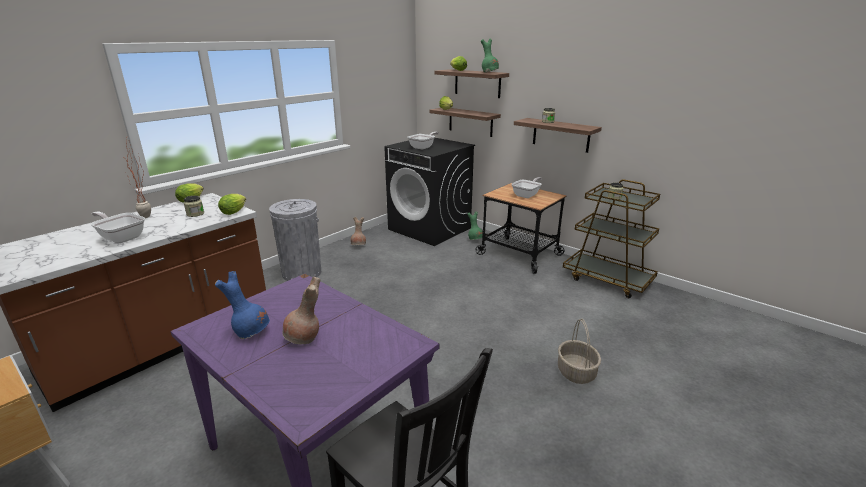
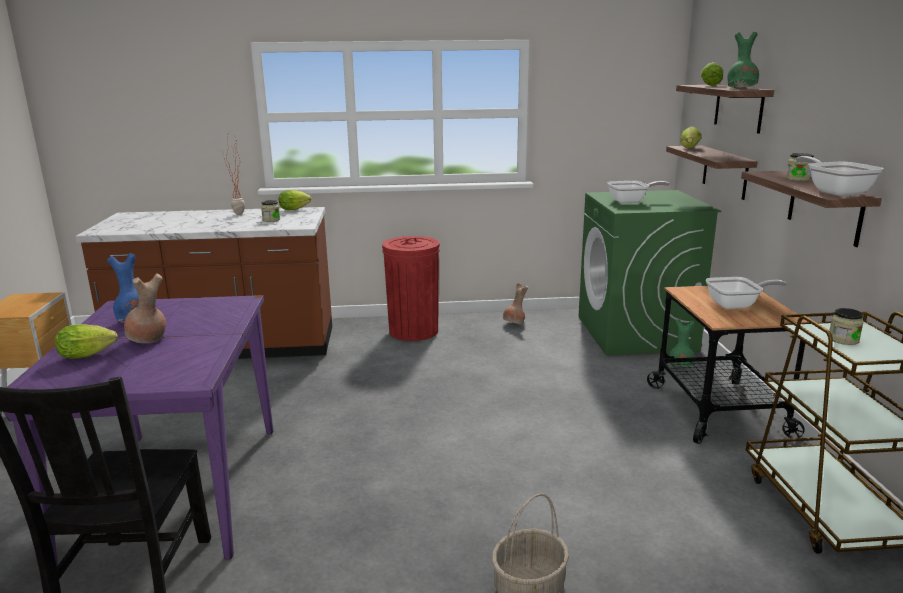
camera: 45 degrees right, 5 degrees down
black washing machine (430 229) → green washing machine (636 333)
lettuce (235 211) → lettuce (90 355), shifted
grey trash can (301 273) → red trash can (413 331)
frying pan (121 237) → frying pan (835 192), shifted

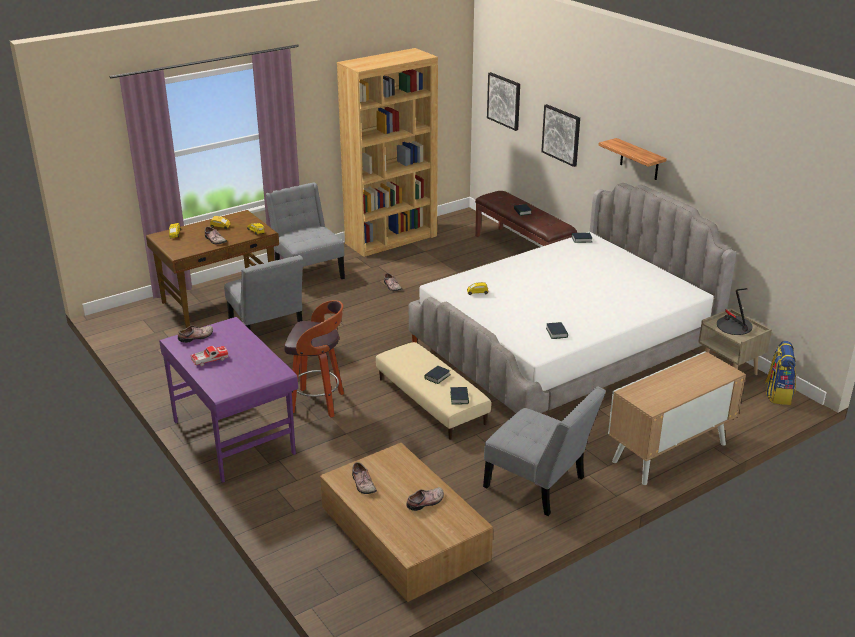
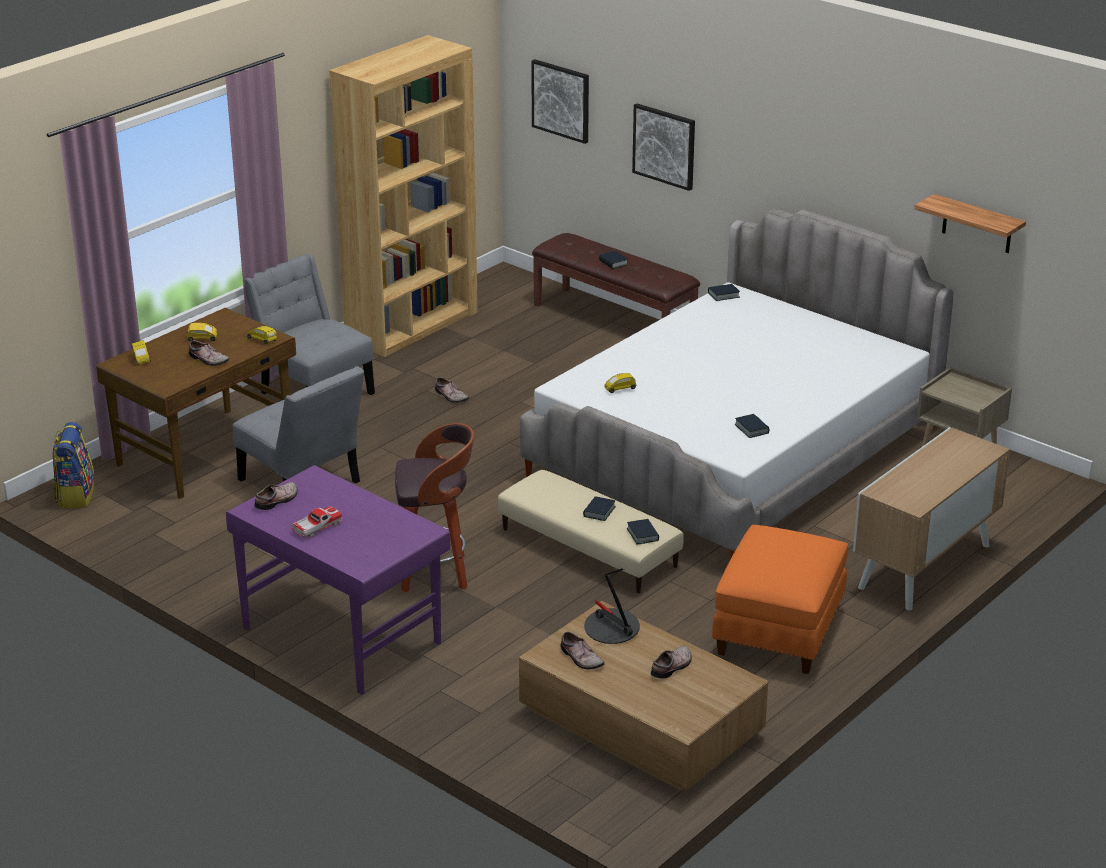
camera: 15 degrees left, 0 degrees up
shelf (639 160) → shelf (977 224), shifted
table lamp (734 327) → table lamp (611 628), shifted
backpack (777 394) → backpack (75 495), shifted
grey chair (539 485) → orange ottoman (780 631)

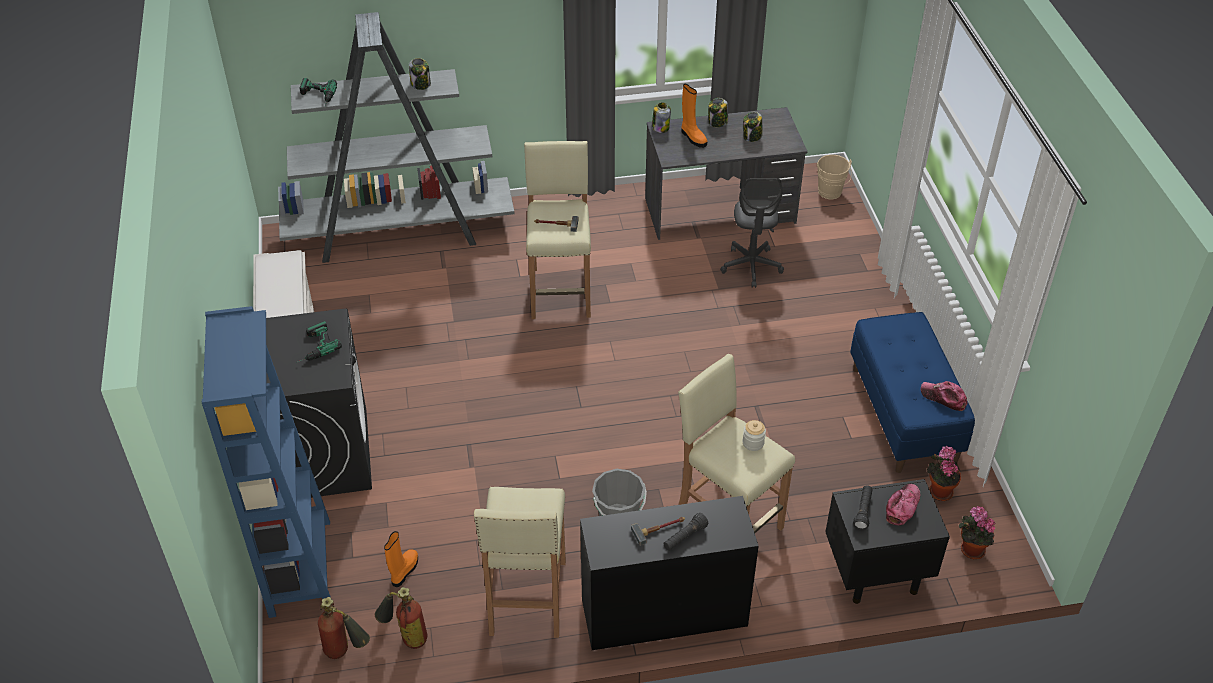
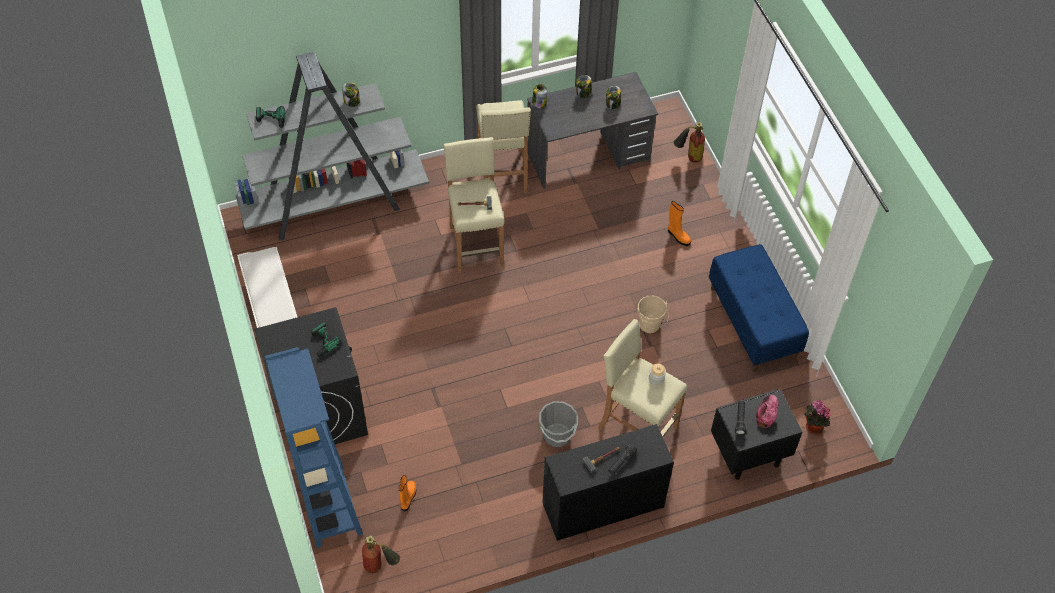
camera: 10 degrees left, 10 degrees up
orange boot (692 137) → orange boot (678 236), shifted
beige bucket (830 193) → beige bucket (650 326), shifted
grey office chair (751 266) → -
cap (943 398) → -
potted plant (939 490) → -
beige stool (527 598) → beige stool (502 173), shifted
fire extinguisher (405 637) → fire extinguisher (688 157), shifted

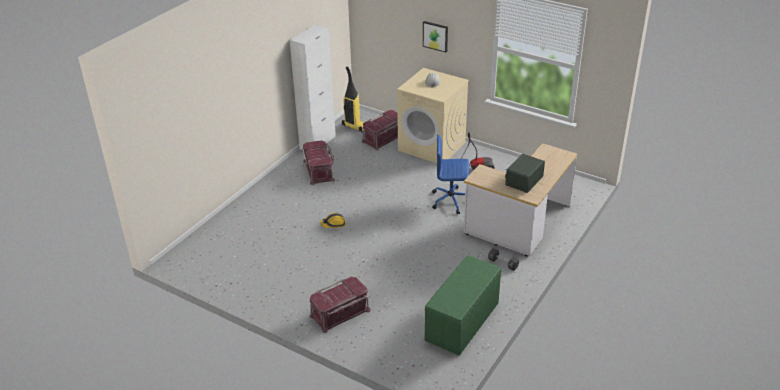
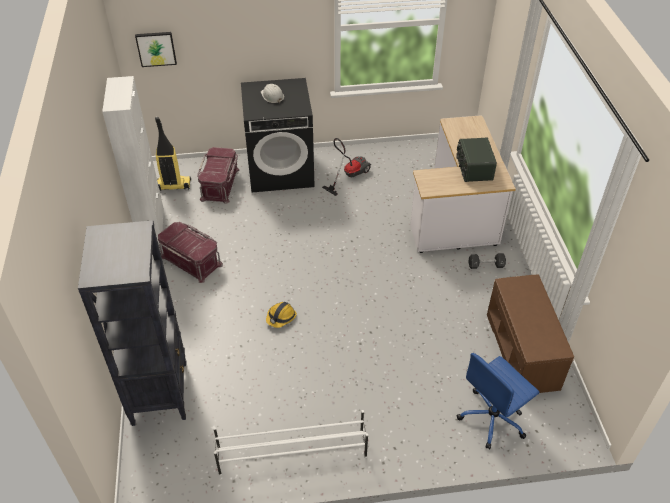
camera: 40 degrees left, 10 degrees up
picture (435 36) → picture (156 48), shifted
beige washing machine (432 146) → black washing machine (281 170)
blue office chair (451 200) → blue office chair (492 418), shifted
green bench (462 322) → brown bench (523 351)
red storage box (340 313) → -
- → black bookcase (160 393)
- → white shoe rack (291 453)

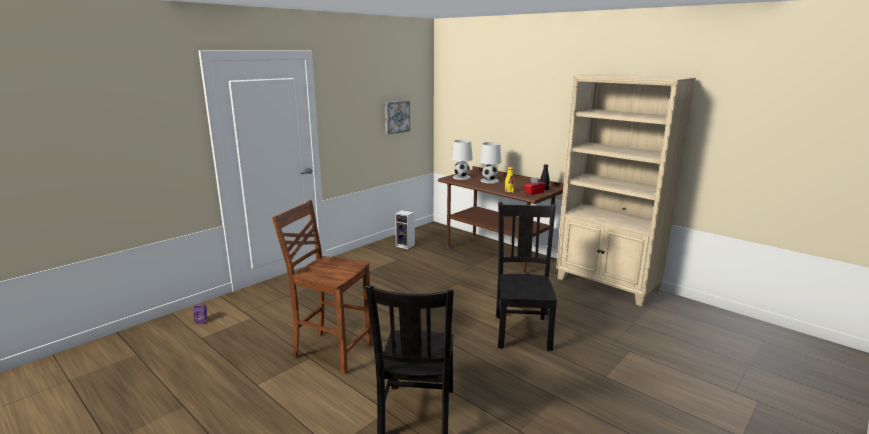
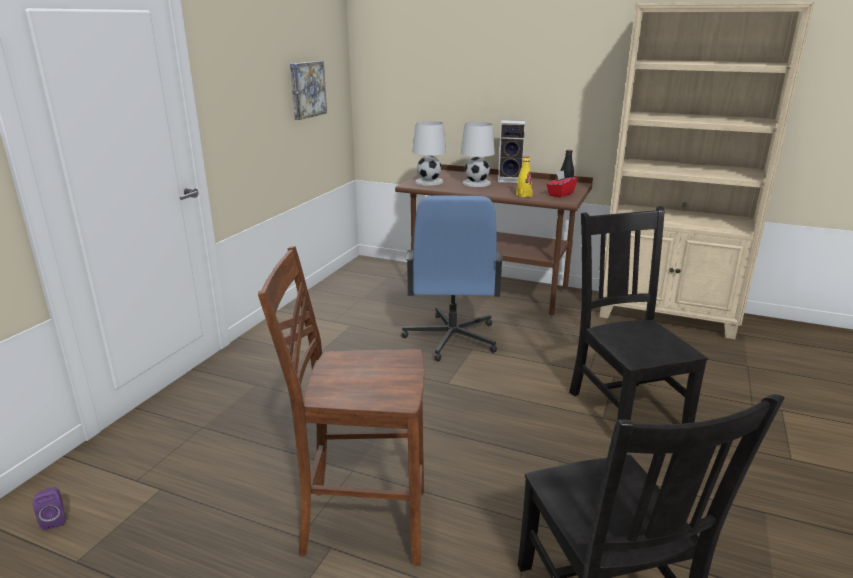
camera: 20 degrees left, 5 degrees up
speaker (406 246) → speaker (511 180), shifted
- → blue office chair (451 338)

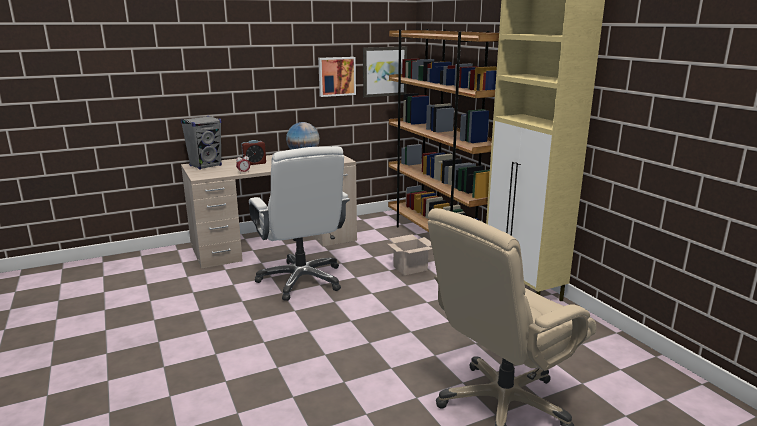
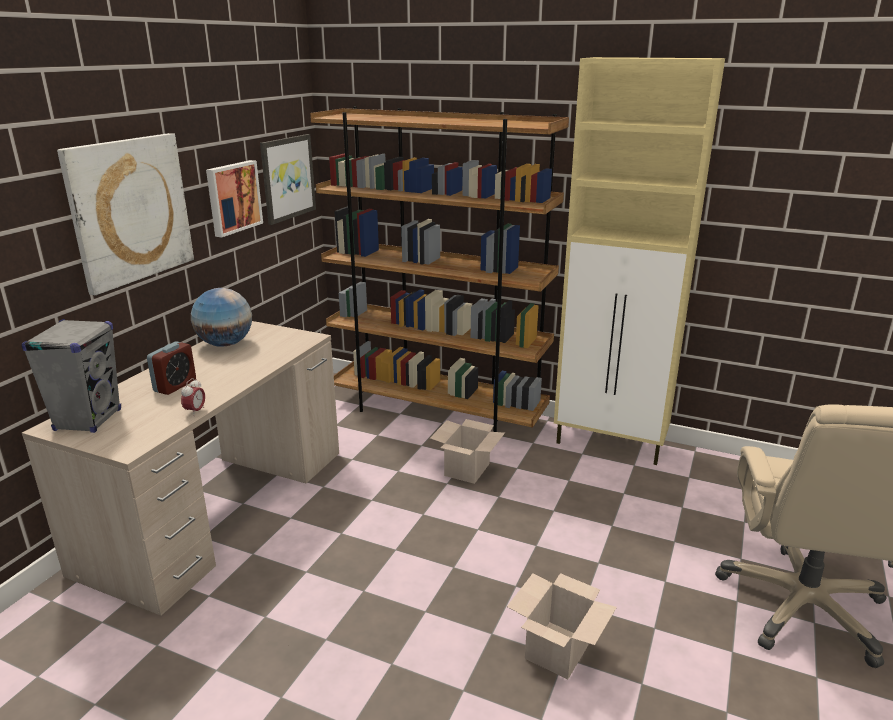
camera: 40 degrees left, 5 degrees up
white office chair (302 280) → -
- → picture (130 210)
- → cardboard box (557 648)

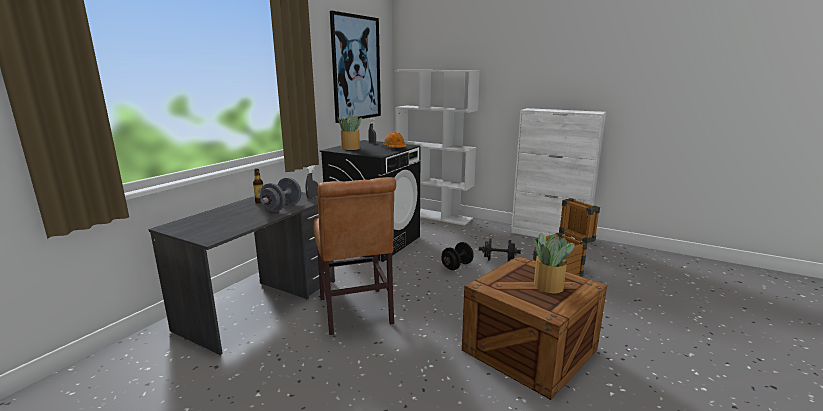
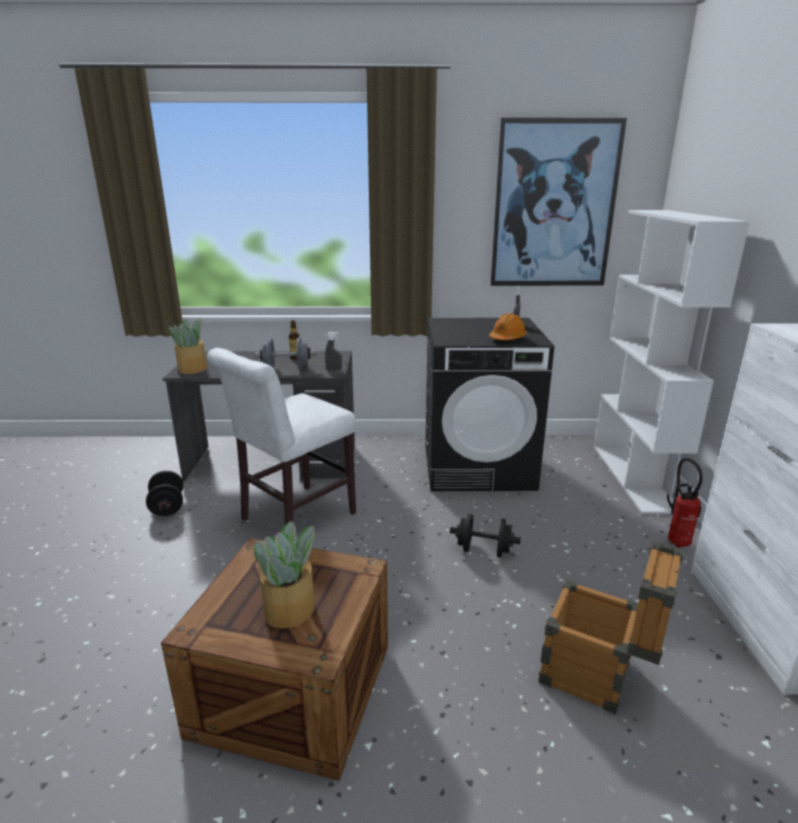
camera: 60 degrees right, 5 degrees up
potted plant (350 148) → potted plant (193 369), shifted
brown chair (356 313) → white chair (293 519)
black dumbbell (498 260) → black dumbbell (167 507), shifted
- → fire extinguisher (677 541)

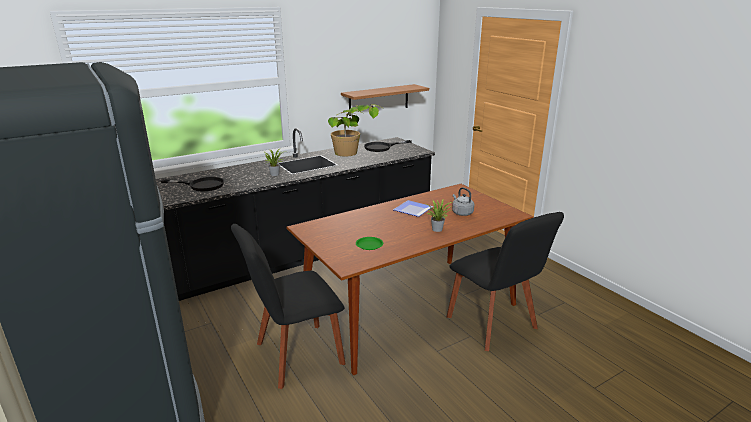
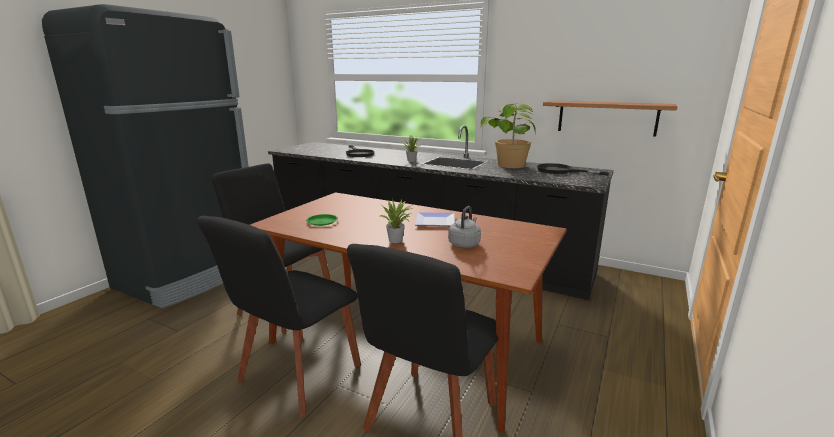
camera: 60 degrees right, 5 degrees down
- → black chair (296 376)

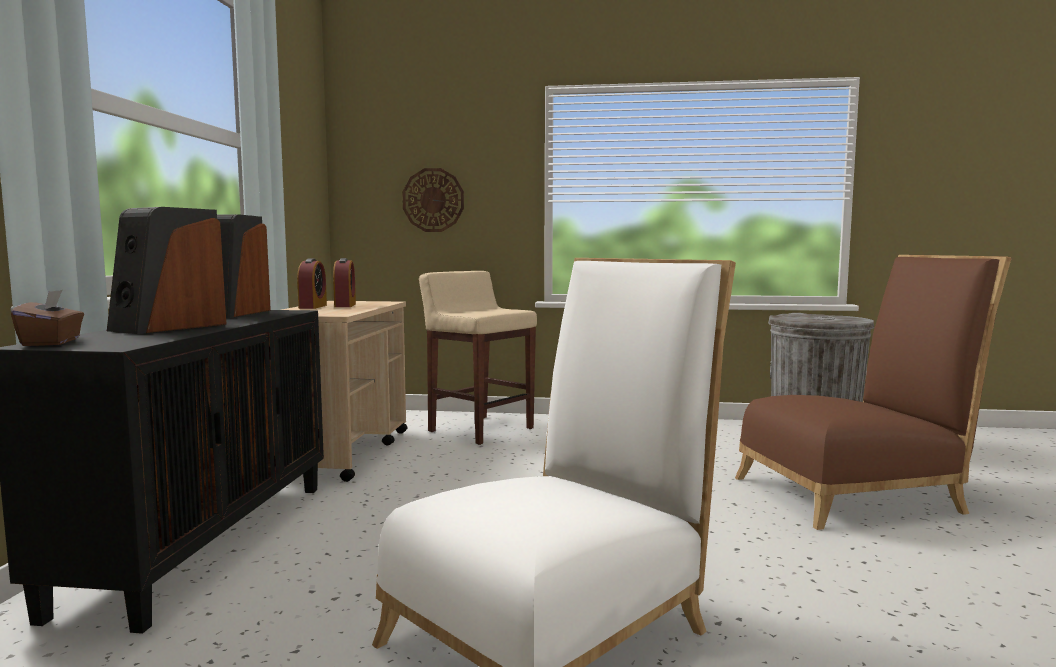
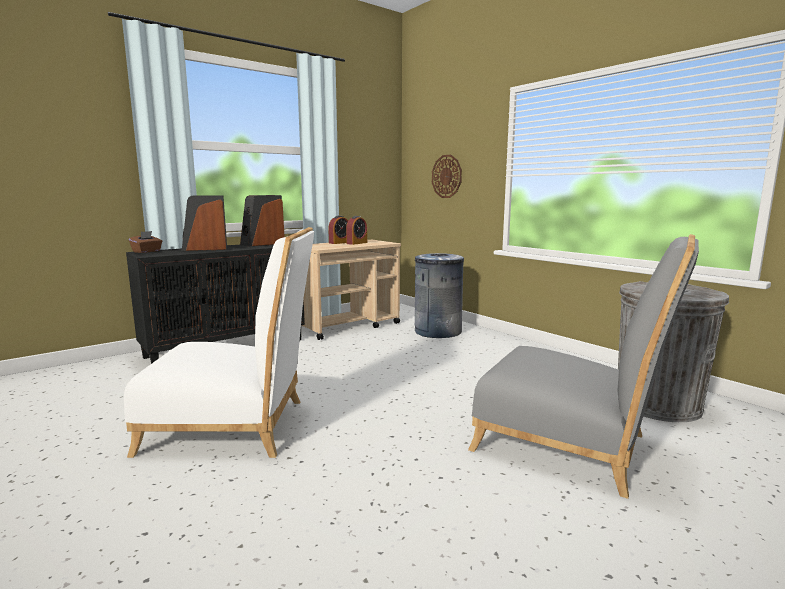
camera: 45 degrees right, 5 degrees up
brown chair (856 493) → grey chair (571 446)
beige stool (480 429) → grey trash can (437 331)

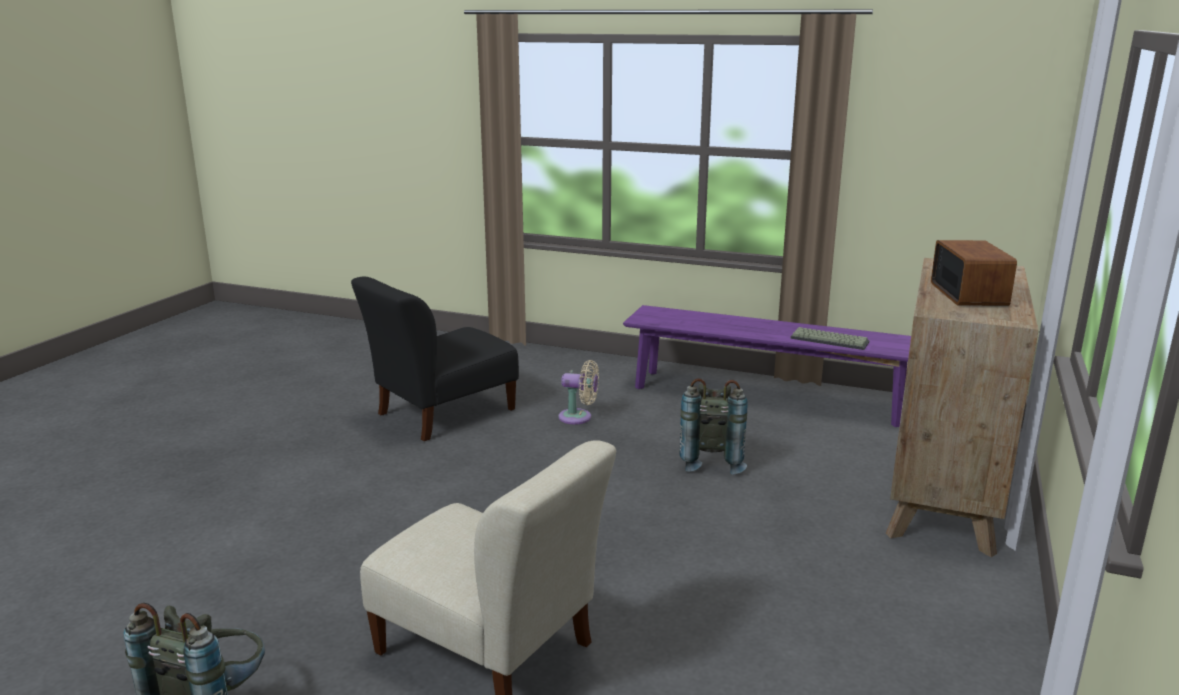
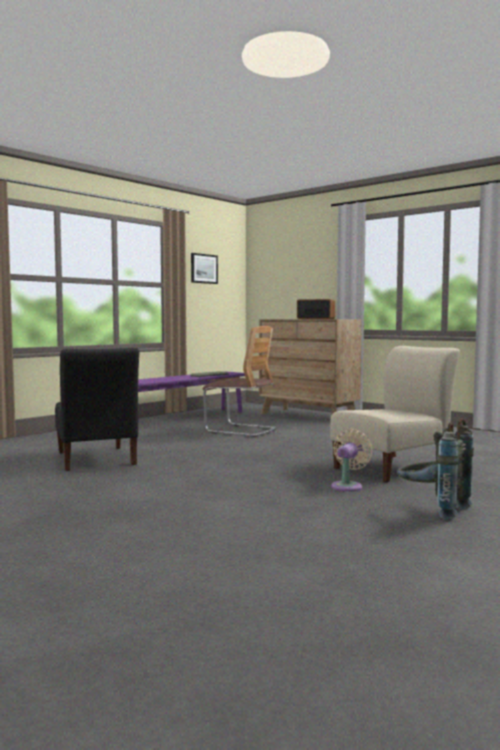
camera: 70 degrees left, 15 degrees down
beige fan (579 417) → beige fan (348 486), shifted
grey backpack (710 460) → chair (241 430)
- → picture (203 268)

